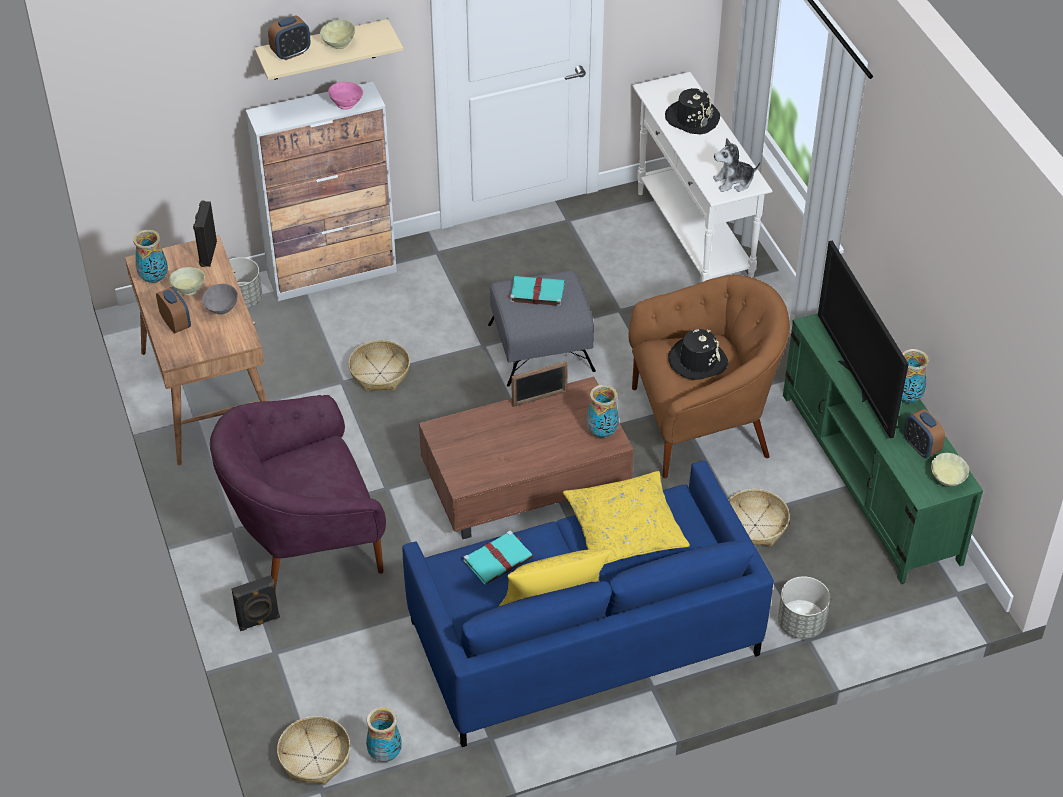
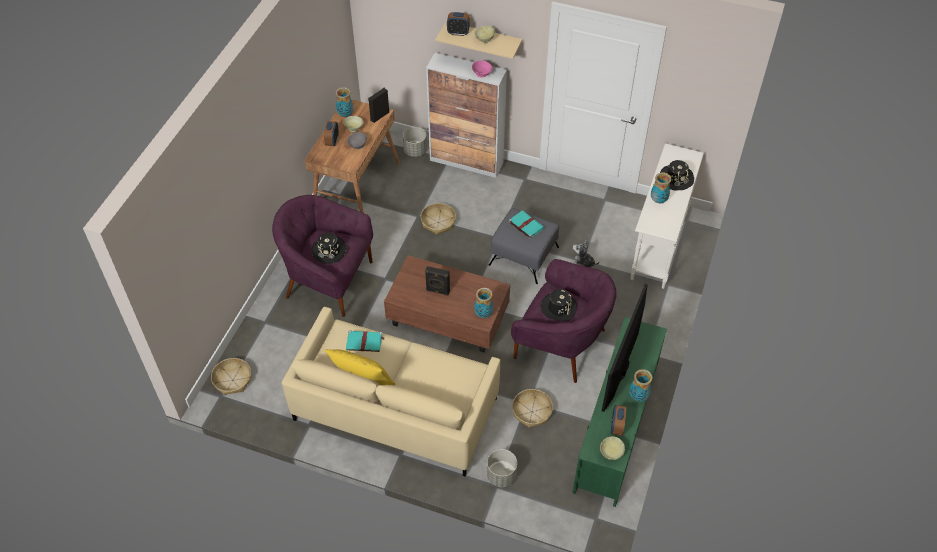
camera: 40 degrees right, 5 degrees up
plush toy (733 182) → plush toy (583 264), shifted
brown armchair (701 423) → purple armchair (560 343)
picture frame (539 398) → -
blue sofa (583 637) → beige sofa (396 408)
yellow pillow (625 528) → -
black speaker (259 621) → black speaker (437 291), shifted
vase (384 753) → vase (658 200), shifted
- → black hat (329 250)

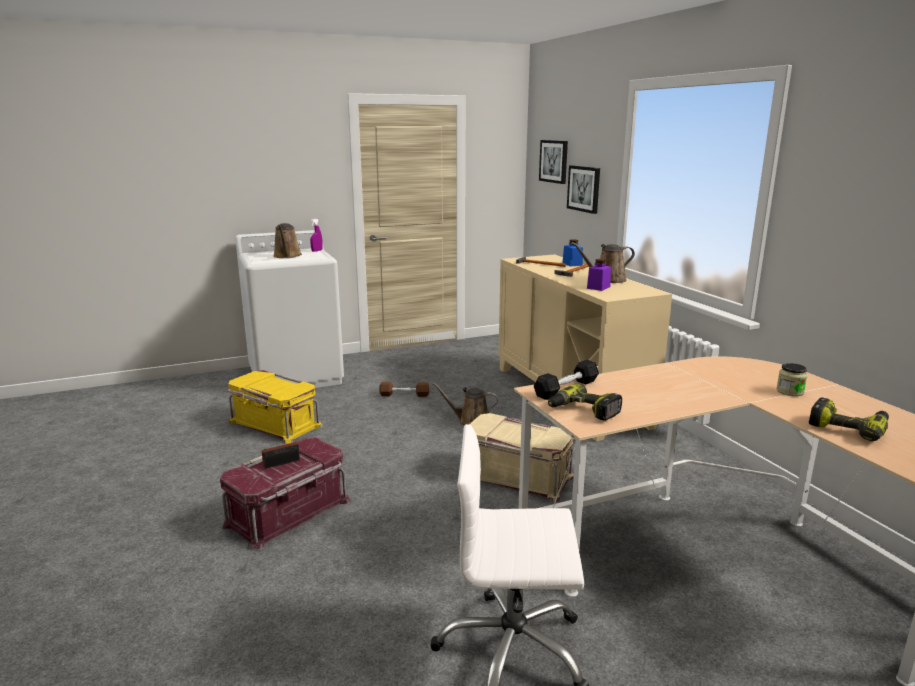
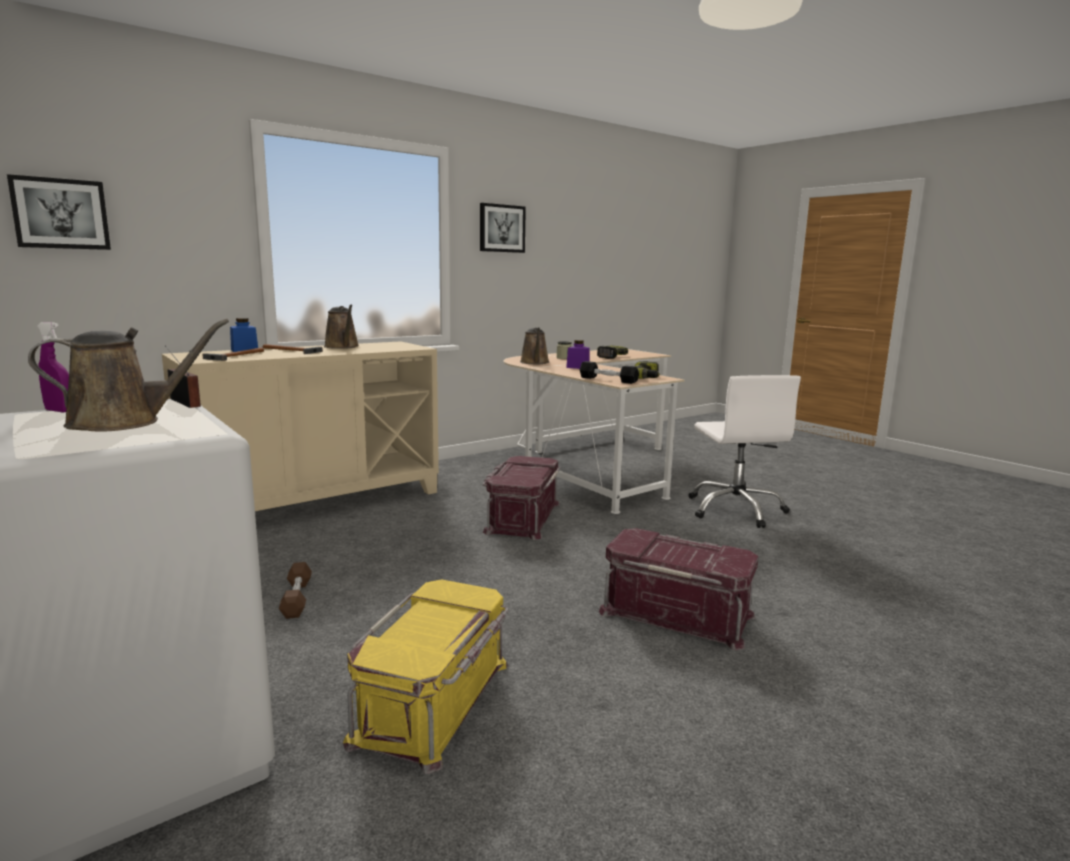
camera: 105 degrees left, 5 degrees down
picture (584 189) → picture (501 228), shifted
purple jar (598 287) → purple jar (578 367), shifted
brown watering can (470 421) → brown watering can (535 362), shifted
beige storage box (518 476) → red storage box (522 517)
radio (284 463) → radio (184 402), shifted

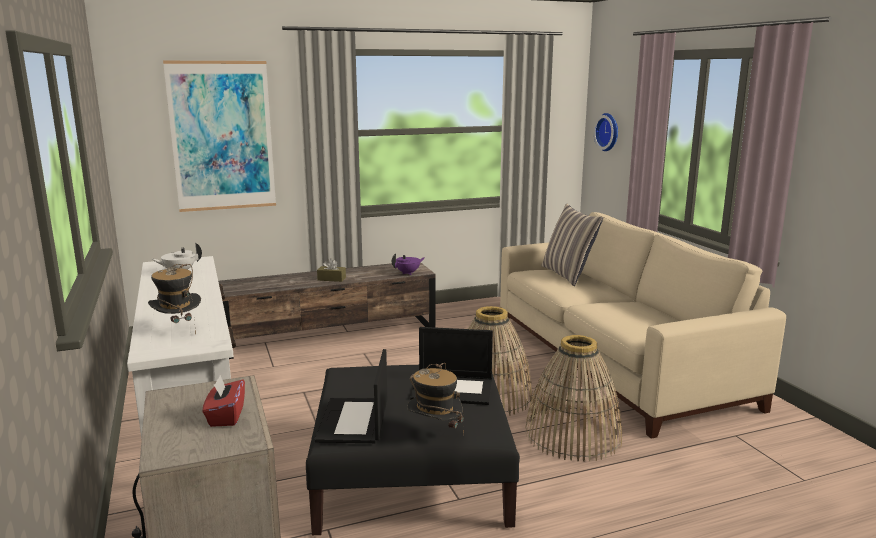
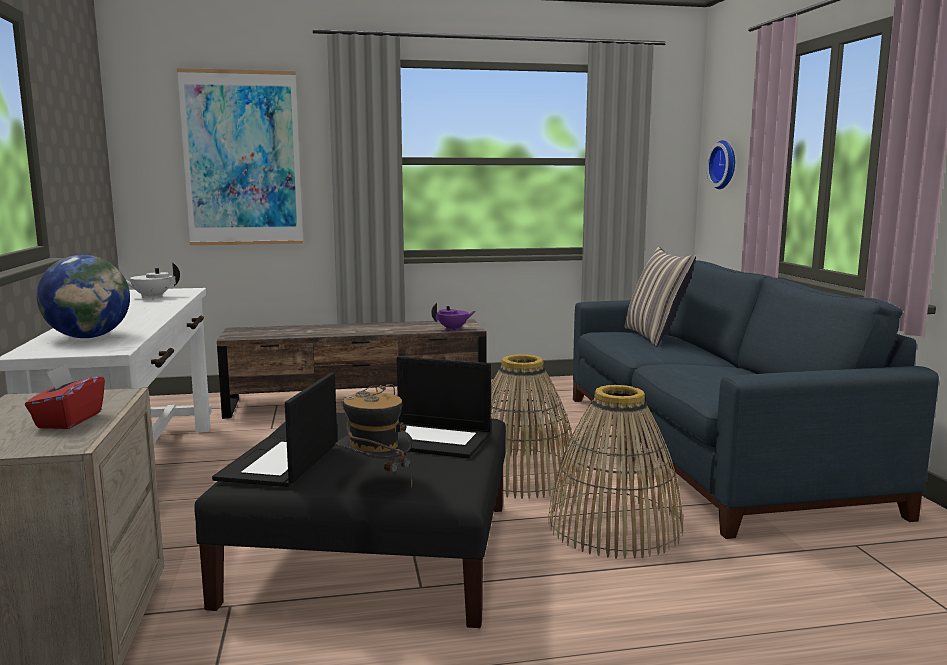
camera: 10 degrees right, 5 degrees down
beige sofa (613 360) → blue sofa (706 448)
brown tissue box (331 279) → -
hat (178 329) → globe (88 337)

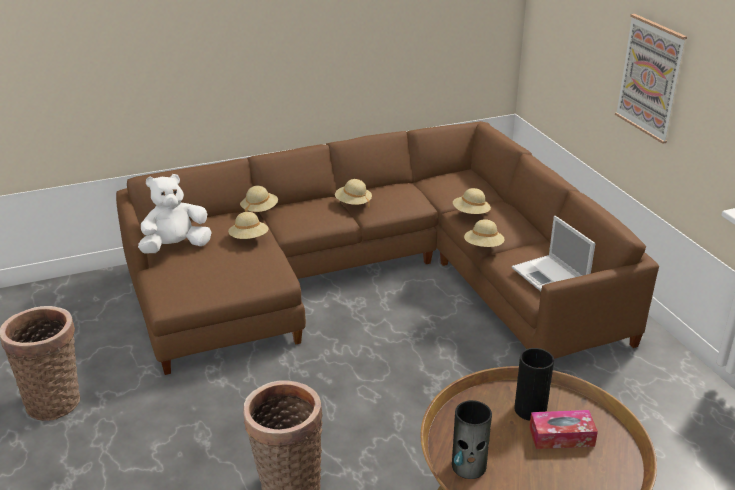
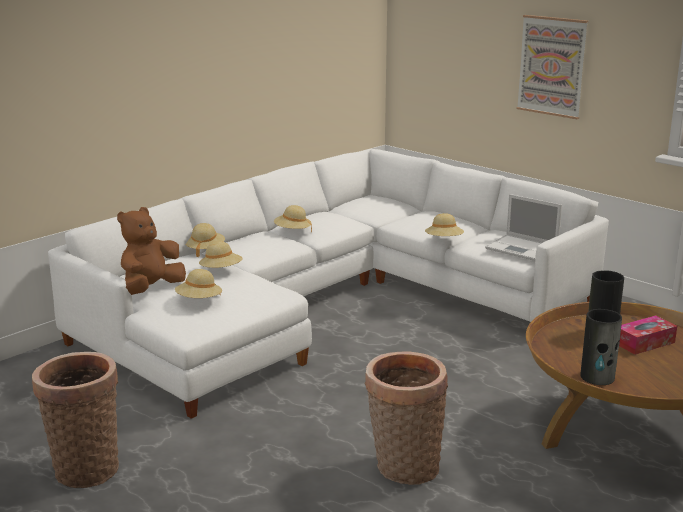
camera: 25 degrees left, 10 degrees down
brown sofa (374 278) → white sofa (327 304)
white plush toy (175 247) → brown plush toy (151 289)
beige hat (471 213) → beige hat (199 300), shifted

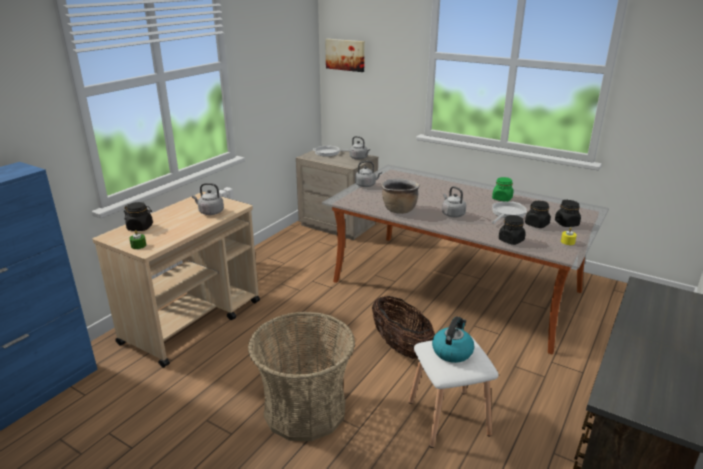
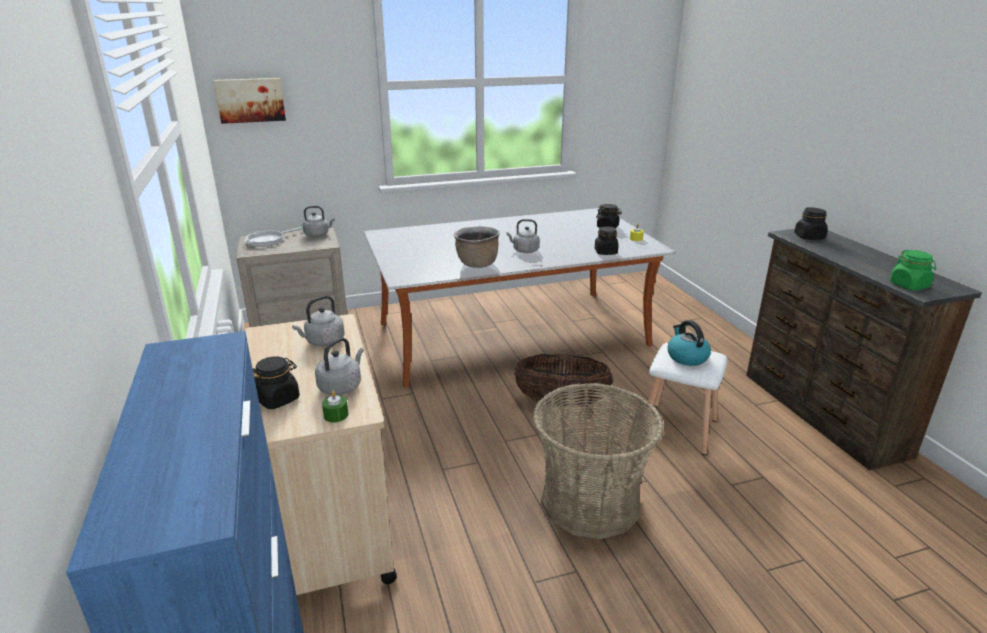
camera: 50 degrees left, 0 degrees up
grey kettle (366 185) → grey kettle (341 386), shifted
green jar (502 199) → green jar (909 285), shifted
black jar (536 224) → black jar (809 237), shifted
frying pan (507 213) → -

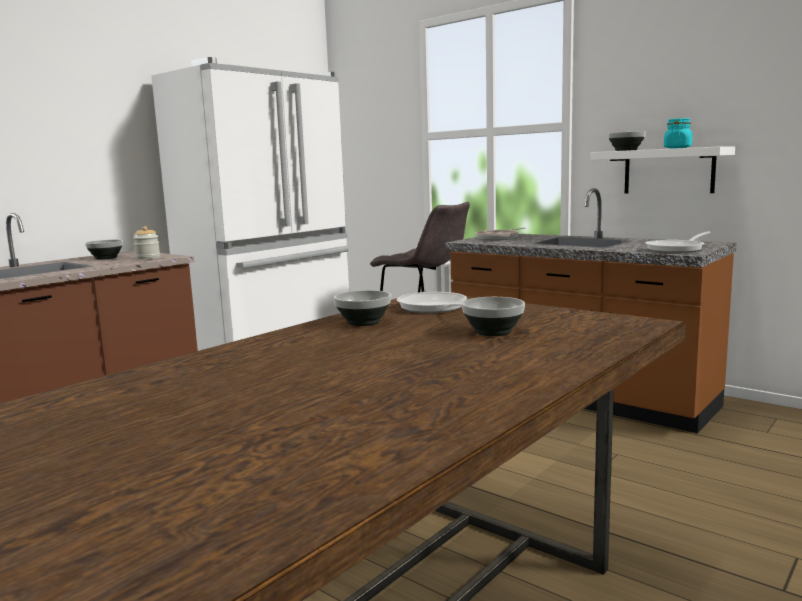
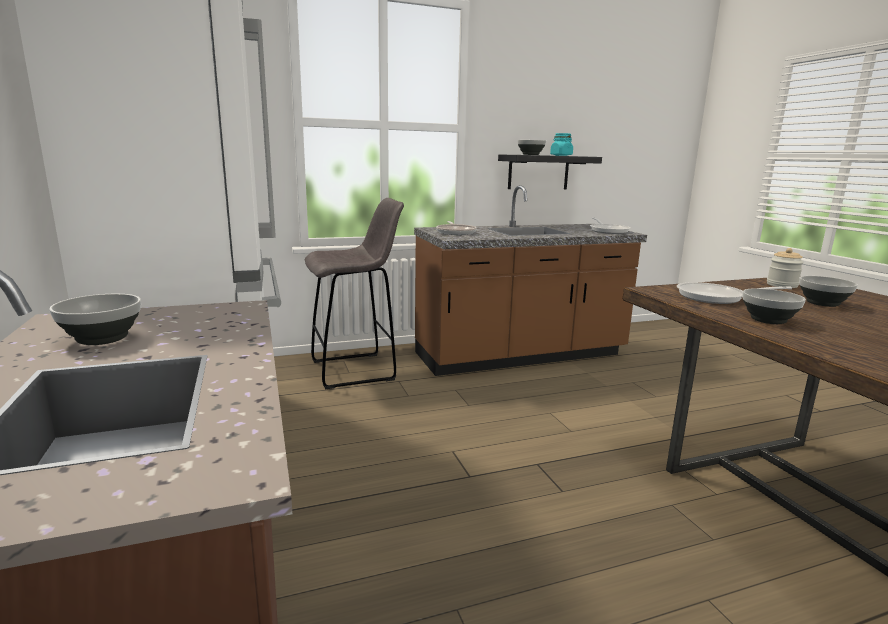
camera: 60 degrees left, 5 degrees up
white shelf (668 171) → black shelf (538 172)
jar (148 258) → jar (781 285), shifted

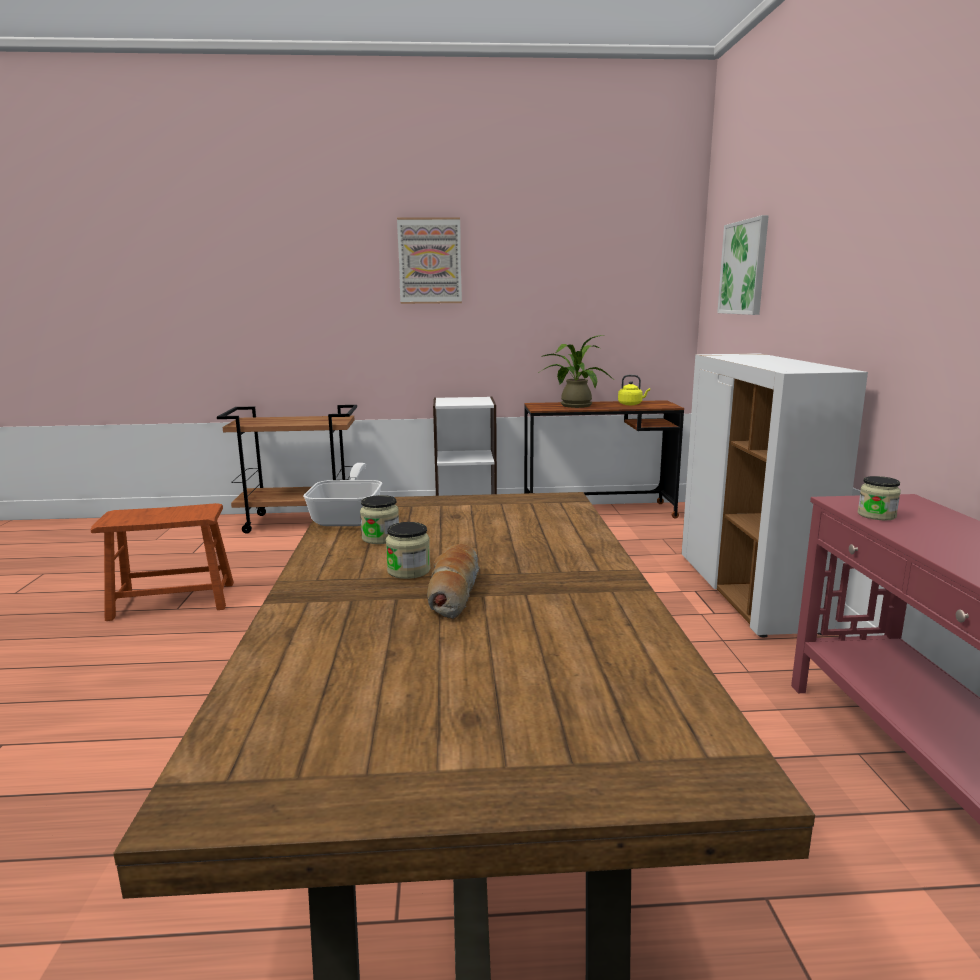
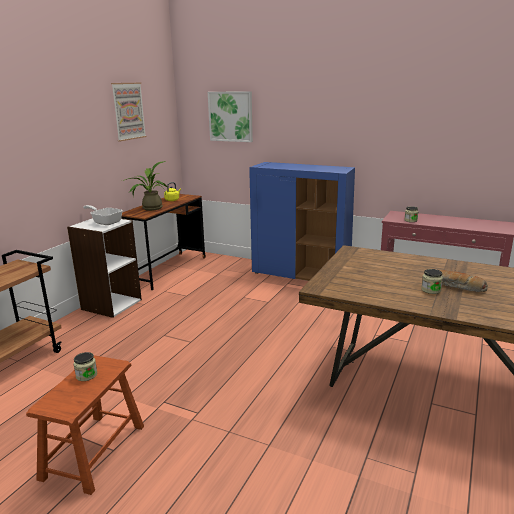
camera: 60 degrees left, 5 degrees up
picture (430 261) → picture (128 111), shifted
white cabinet (748 592) → blue cabinet (301 275)
frying pan (349 516) → frying pan (105 222), shifted
jar (380 538) → jar (86 375), shifted

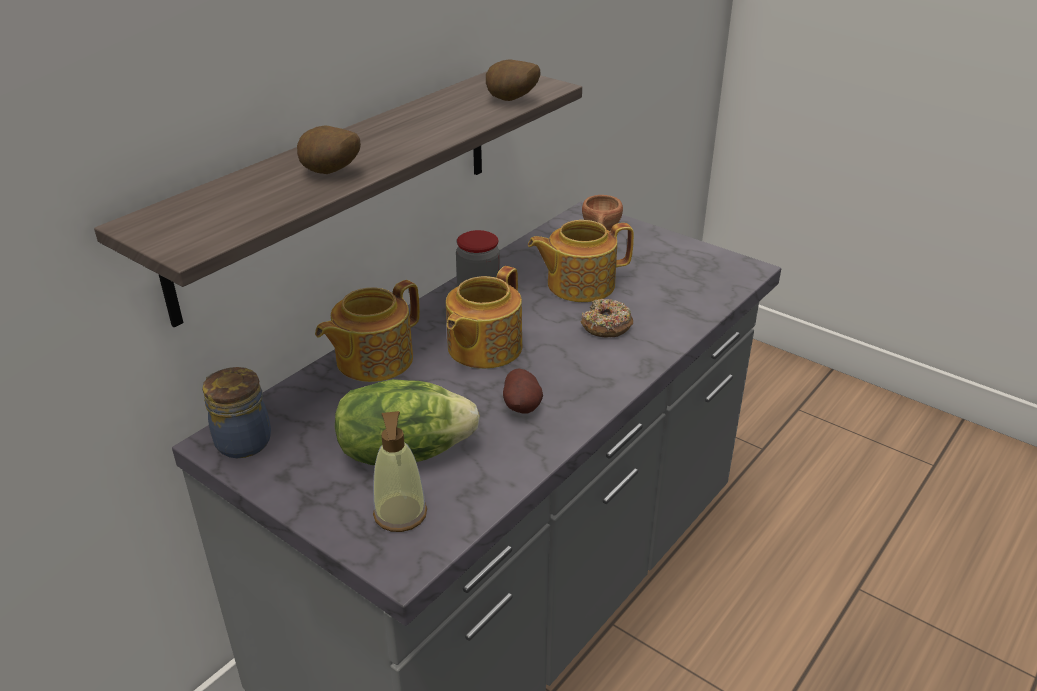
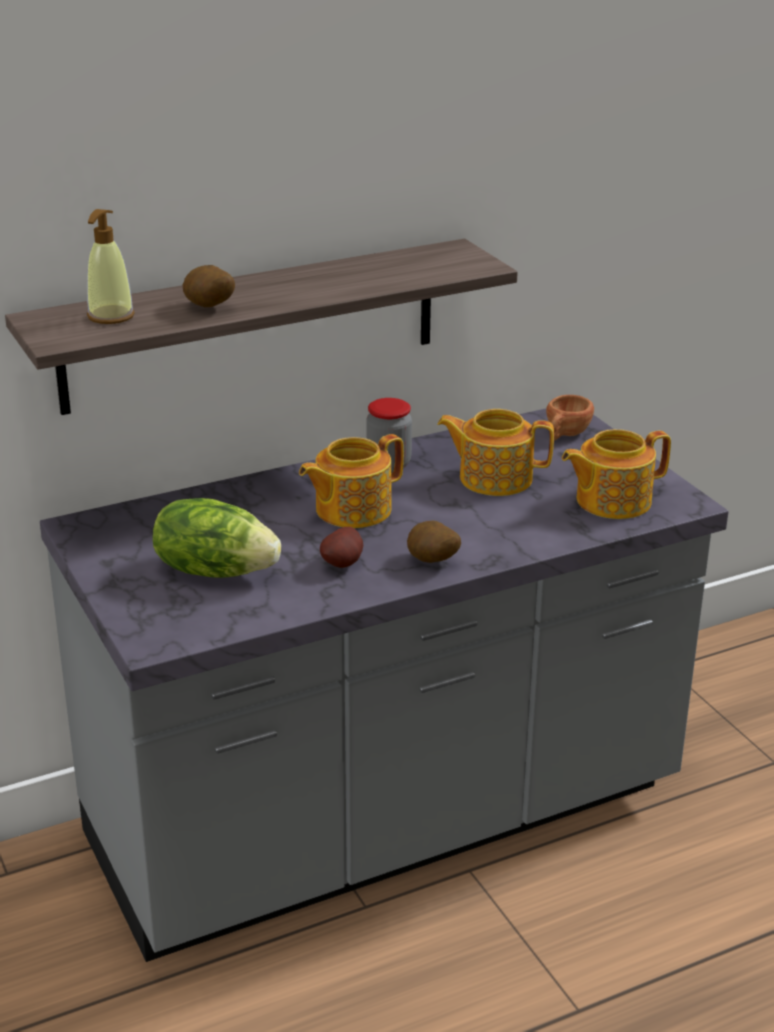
camera: 25 degrees right, 5 degrees down
potato (511 101) → potato (432 562), shifted
teapot (372 360) → teapot (611 500), shifted
donut (606 326) → -
jar (241 441) → -
soap dispenser (400 514) → soap dispenser (110 316), shifted

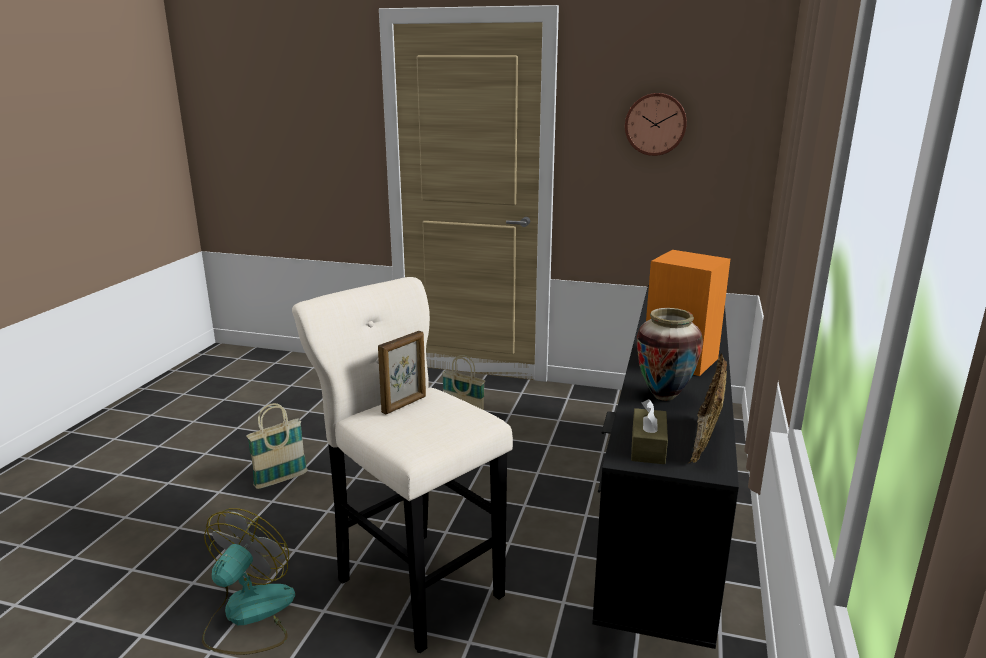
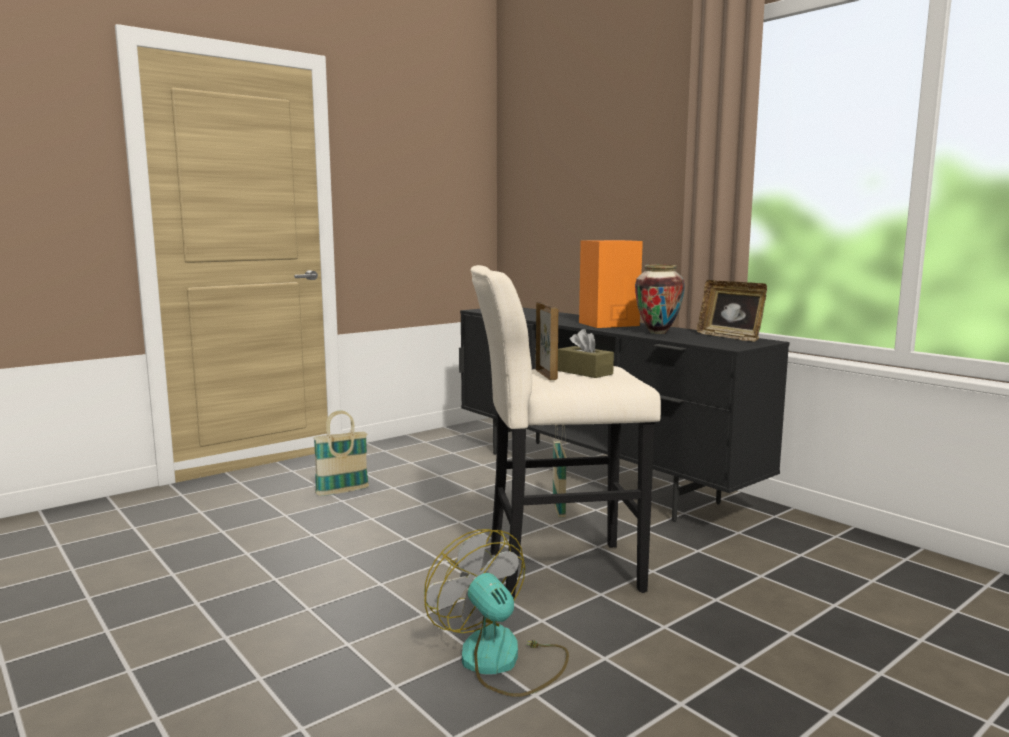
camera: 55 degrees left, 10 degrees down
wall clock (655 124) → -
brown tissue box (648 447) → brown tissue box (584 372), shifted
basket (281 480) → basket (558 508), shifted

